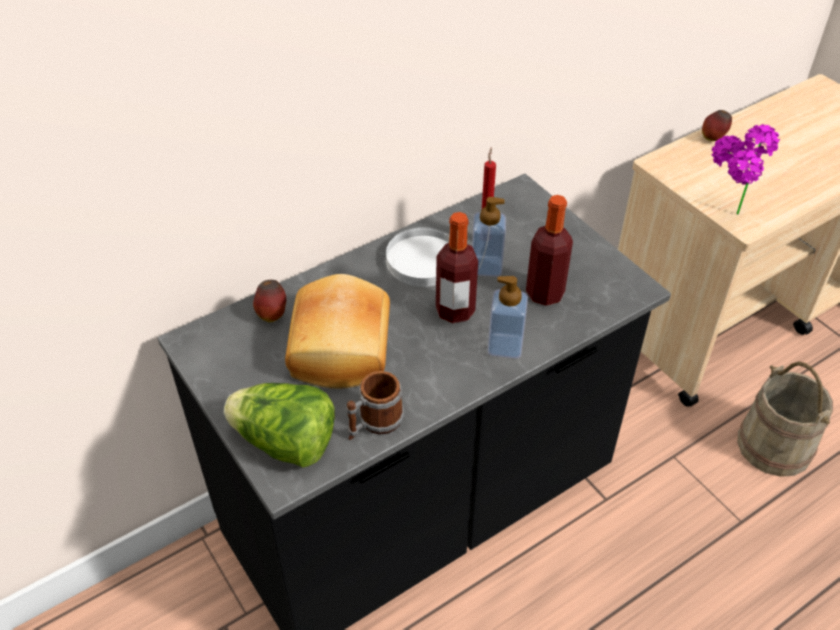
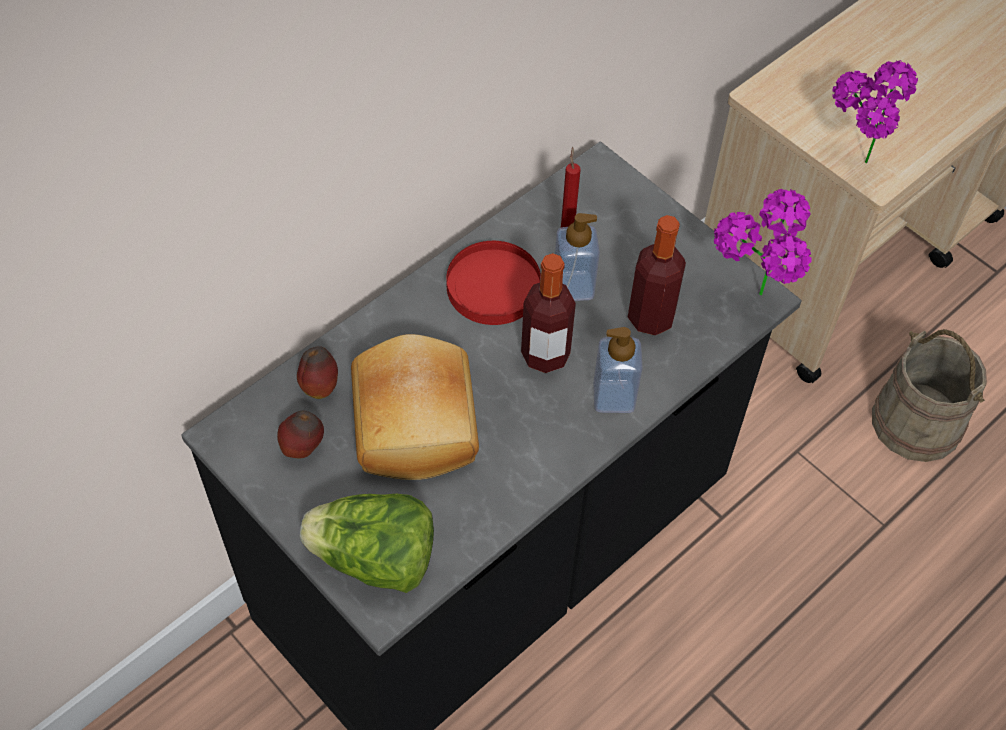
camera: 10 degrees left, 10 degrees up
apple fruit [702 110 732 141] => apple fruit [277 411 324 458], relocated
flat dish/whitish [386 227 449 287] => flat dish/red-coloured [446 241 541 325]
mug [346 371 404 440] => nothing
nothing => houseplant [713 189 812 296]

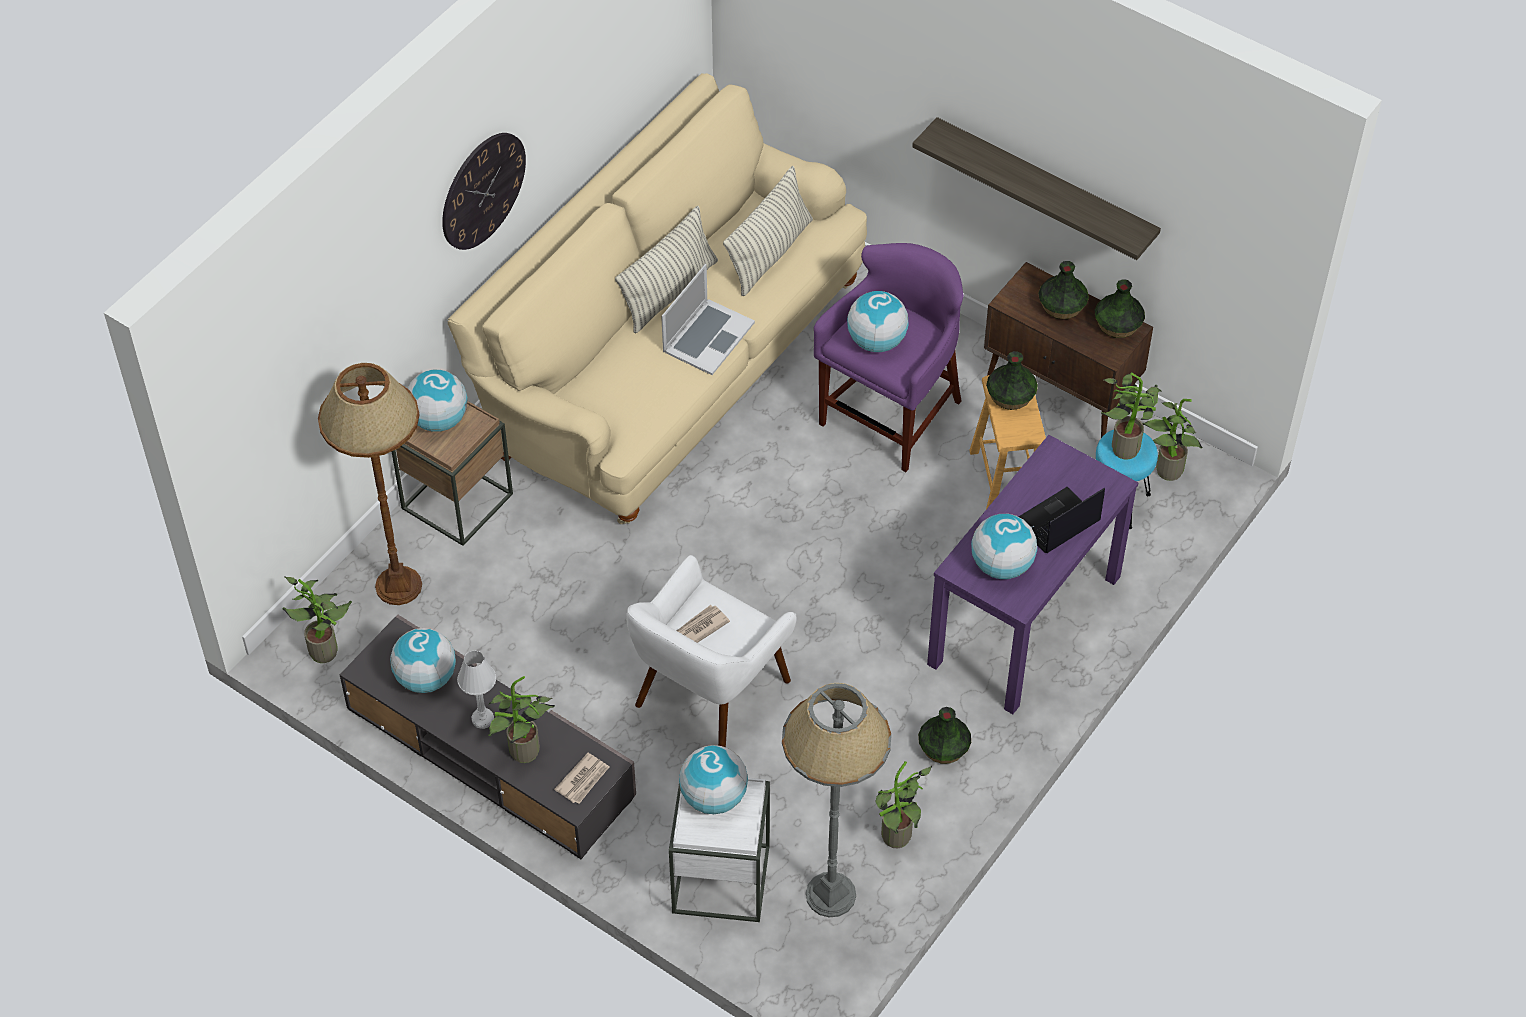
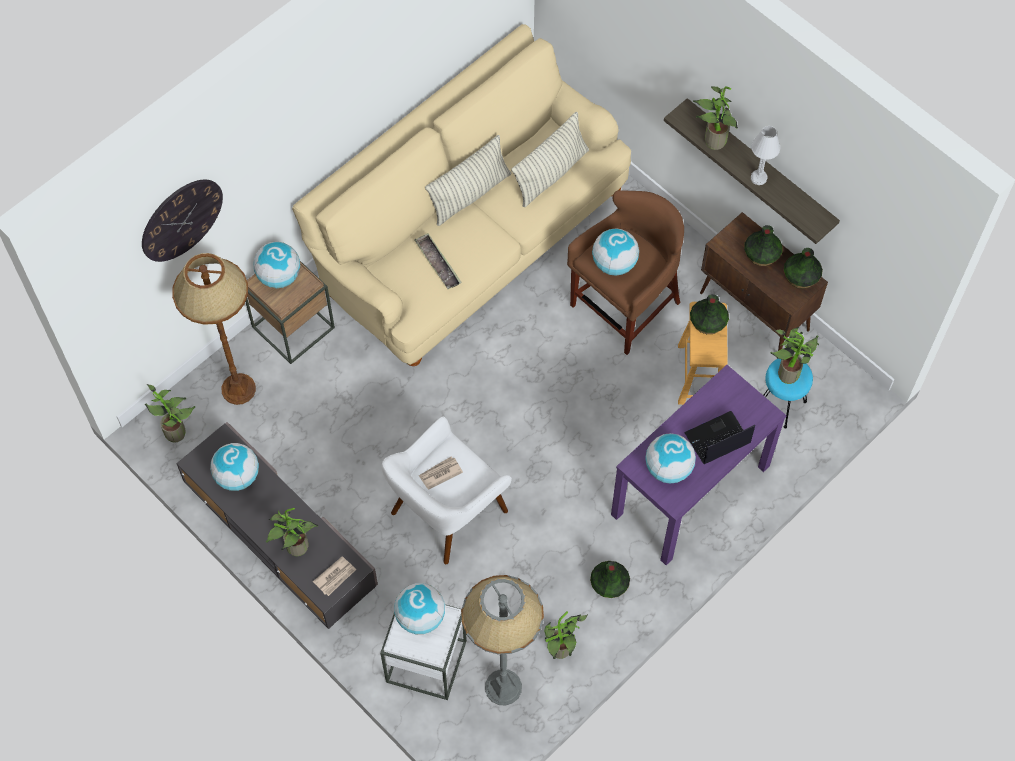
camera: 10 degrees right, 10 degrees up
hanging clock [442 133 526 250] => hanging clock [142 180 223 262], relocated
stool seat/purplish [814 243 964 472] => stool seat/brown-coloured [567 190 684 355]
laptop [661 264 755 375] => nothing
houseplant [1143 399 1203 481] => houseplant [693 86 738 150], relocated
lamp for a table/whitish [457 651 496 729] => lamp for a table/whitish [751 126 780 185], relocated
nothing => tray [414 233 462 289]

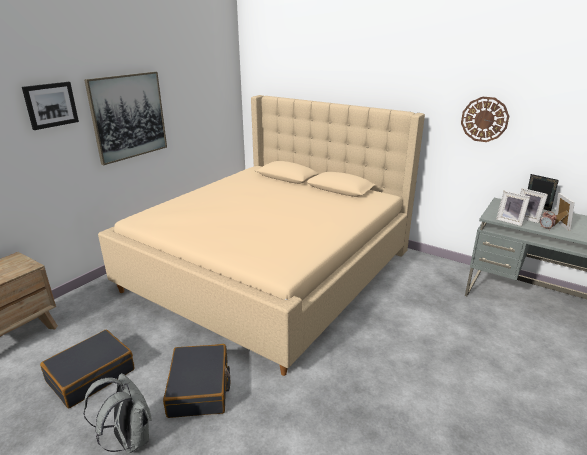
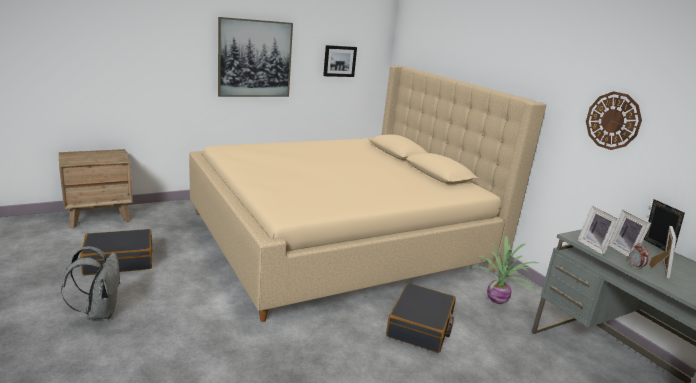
camera: 25 degrees right, 5 degrees down
picture [22 82 79 130] => picture [323 45 357 77], relocated
suitcase/black [163 344 230 418] => suitcase/black [386 283 456 353], relocated
nothing => houseplant [468 236 538 304]

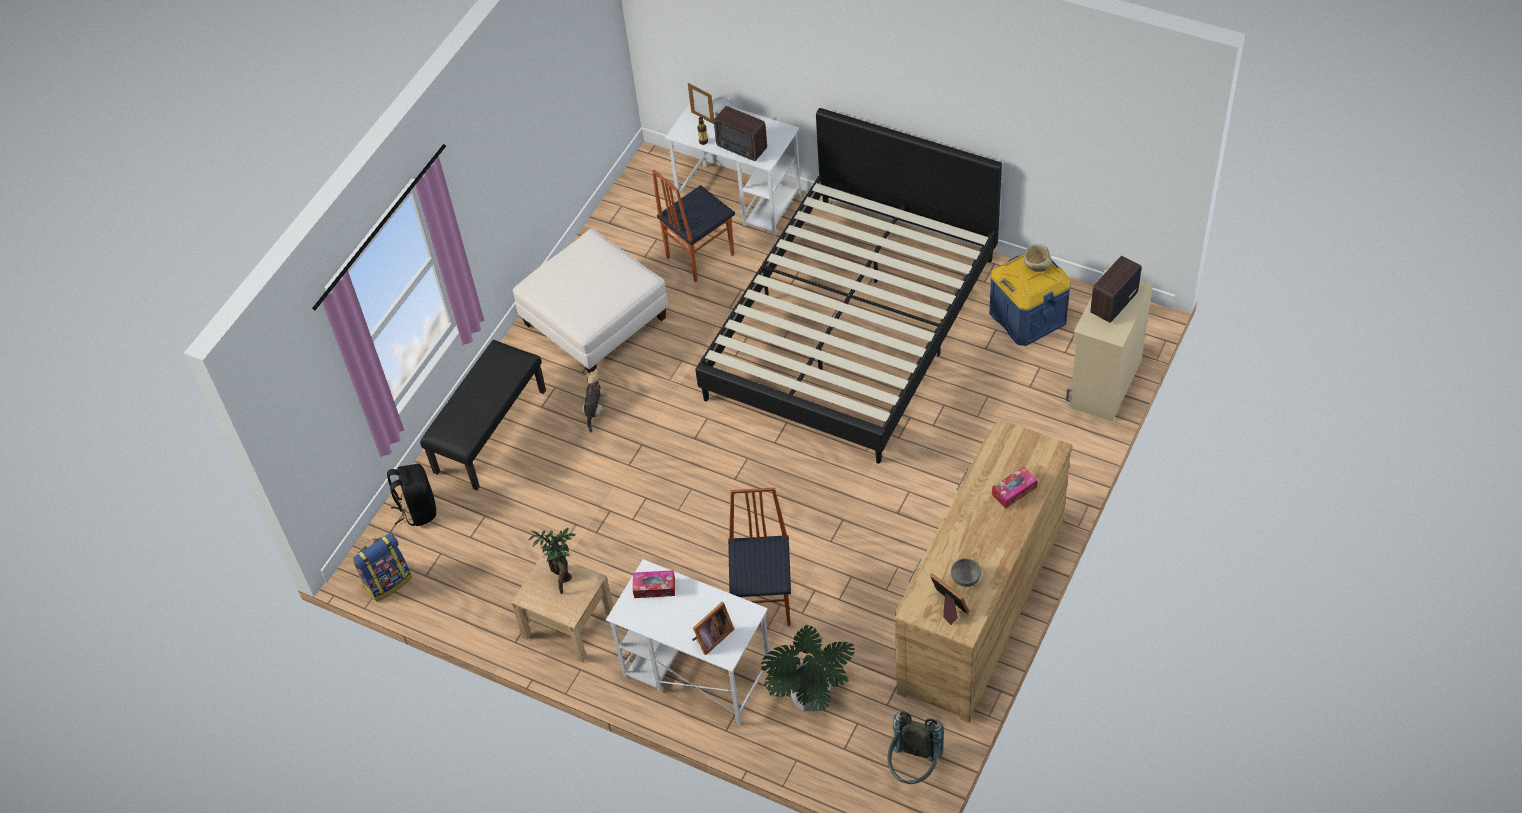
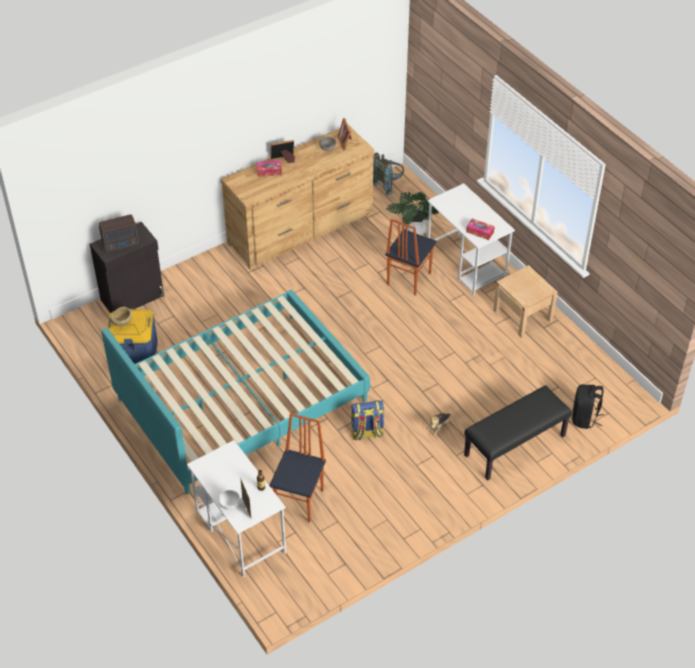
camera: 155 degrees left, 5 degrees down
radio receiver [714 106 767 161] => nothing
sleeping bed/black [696 108 1002 464] => sleeping bed/turquoise-coloured [101 290 370 494]
chair [652 169 735 282] => chair [269 413 326 523], 60 degrees counterclockwise
pouffe/whitish [513 228 668 373] => nothing
cabinet/sand-coloured [1066 270 1153 422] => cabinet/black [90 222 164 313]
houseplant [528 528 575 594] => nothing
rucksack [353 533 412 602] => rucksack [351 400 384 441], relocated
picture frame [692 602 734 655] => picture frame [271 140 295 163], relocated

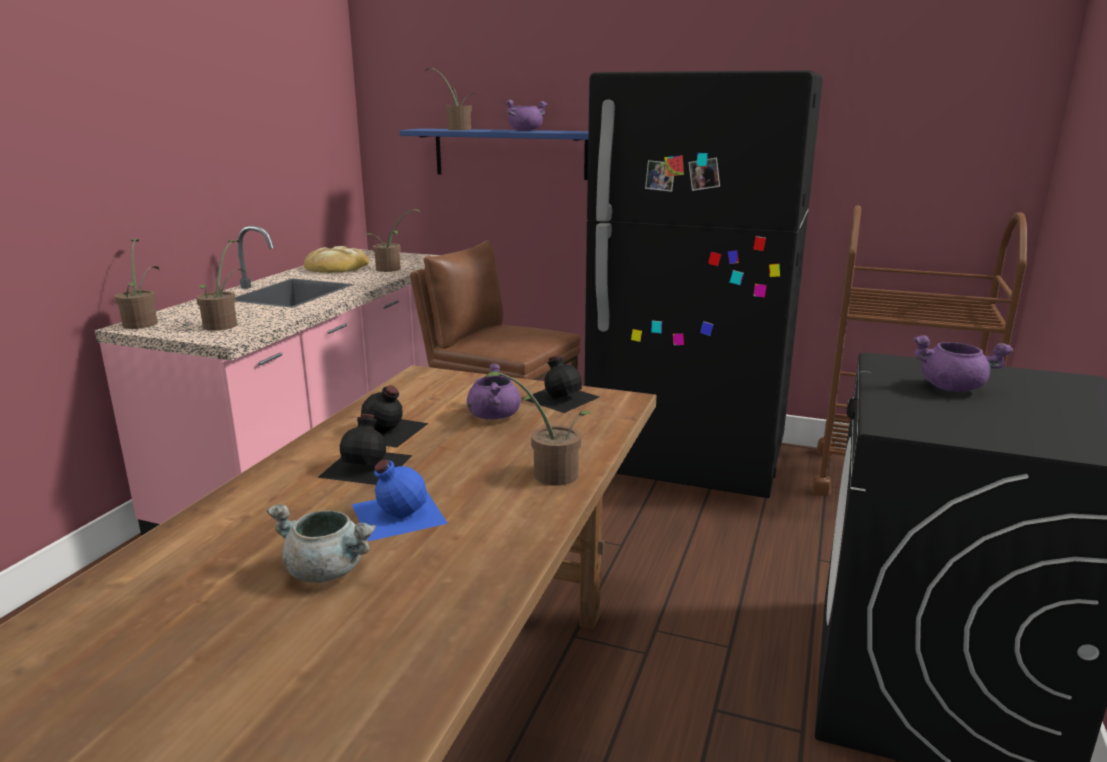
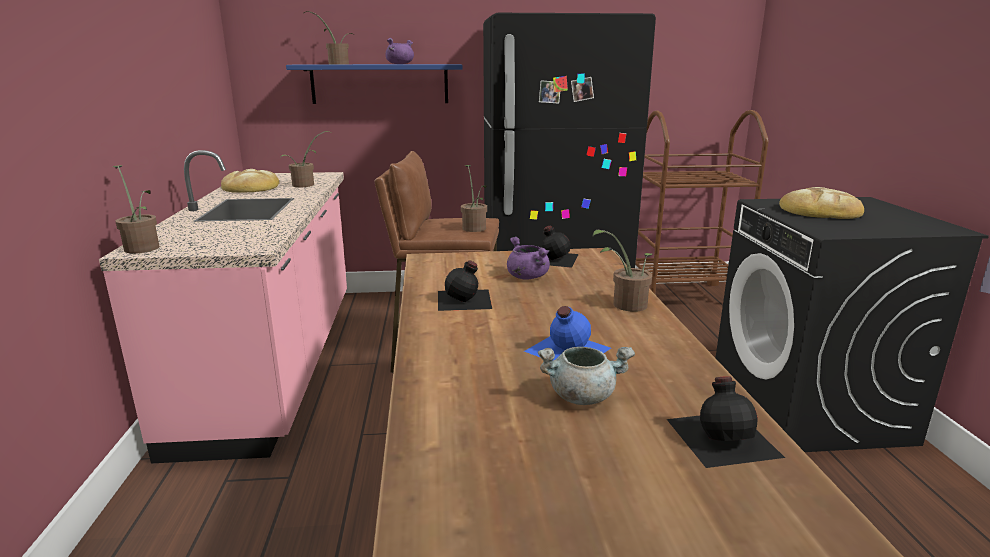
camera: 25 degrees left, 0 degrees up
houseplant [196 240 246 331] => houseplant [461 165 487 232], relocated
stockpot/purplish [913 335 1013 392] => baked bread [779 187 864 219]
beverage bottle/black [317 414 412 485] => beverage bottle/black [667 376 785 468], relocated

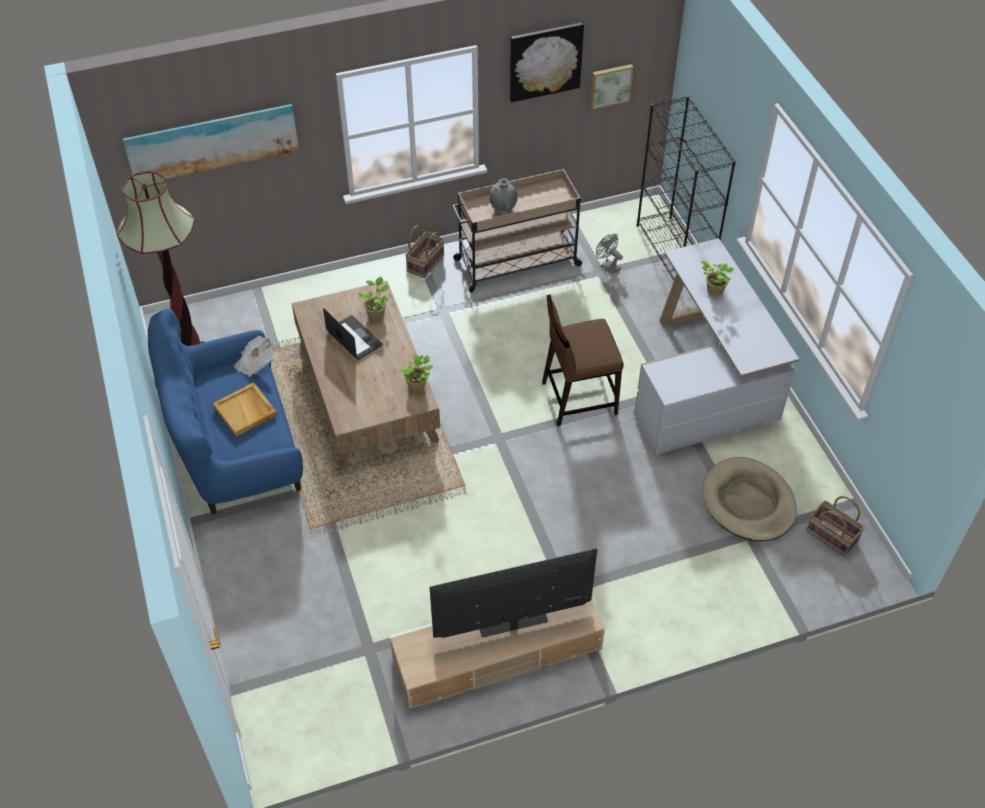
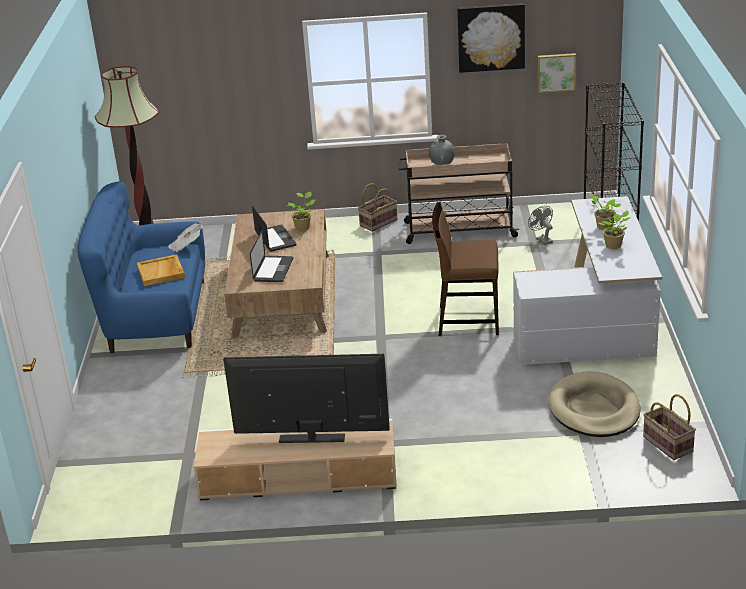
camera: 20 degrees right, 20 degrees down
picture [123 104 299 179] => nothing
houseplant [398 354 433 392] => houseplant [599 211 631 249], relocated
nothing => laptop [250 230 293 282]

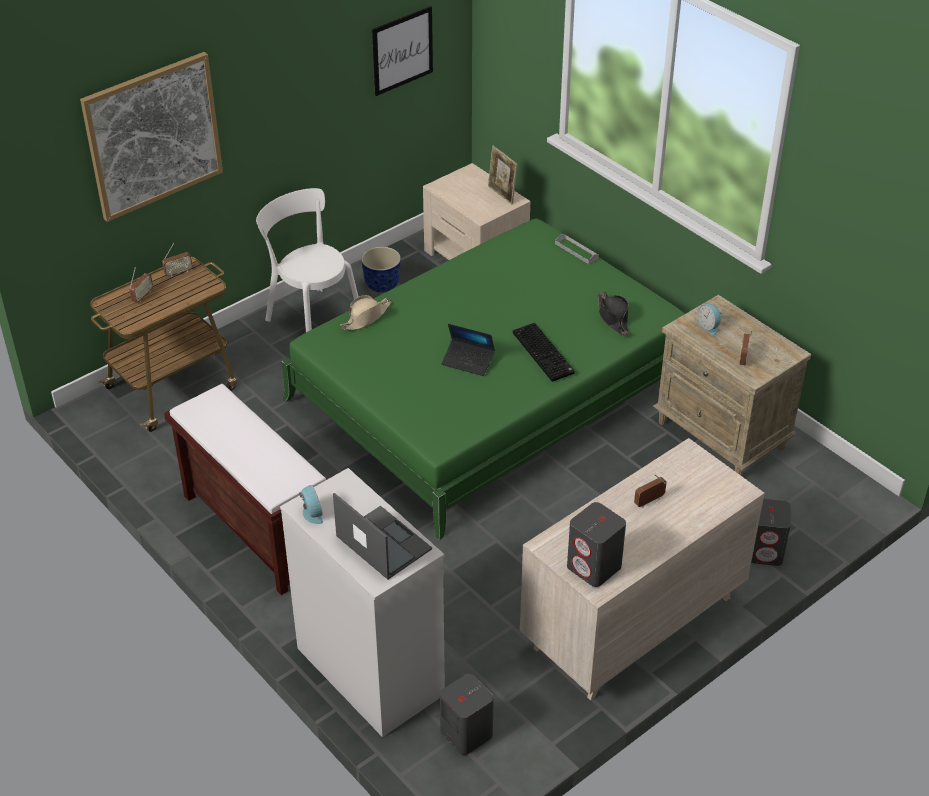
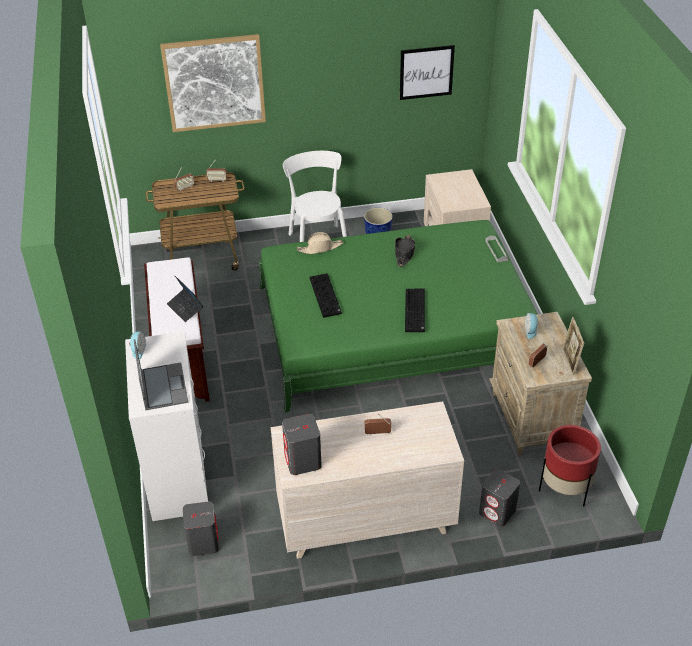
camera: 30 degrees right, 0 degrees up
picture frame [488 146 518 204] => picture frame [562 317 584 375], relocated
hat/black [598 291 629 336] => hat/black [395 235 415 267], relocated
laptop [442 324 495 376] => laptop [167 276 203 322], relocated
nothing => computer keyboard [310 273 342 318]
nothing => plant pot/red-coloured [539 425 601 507]

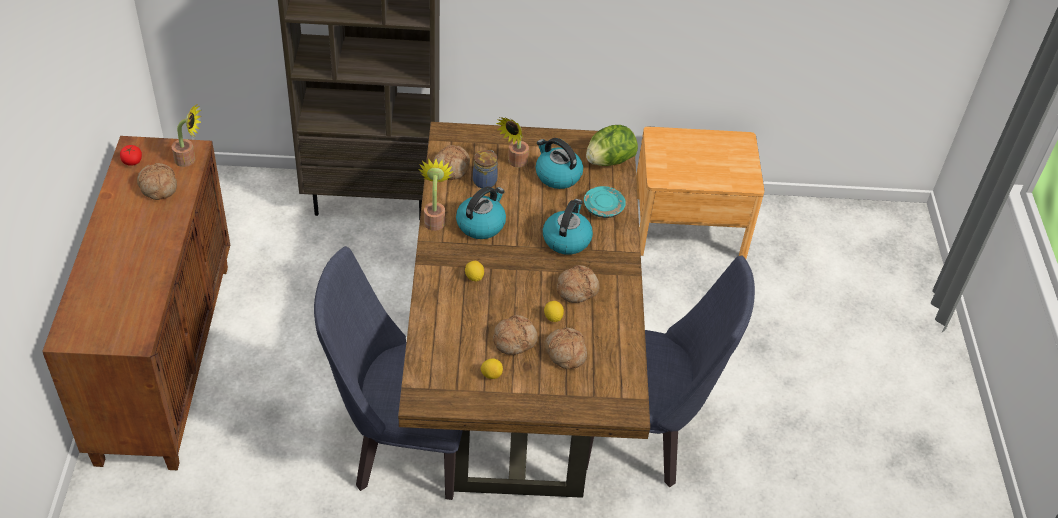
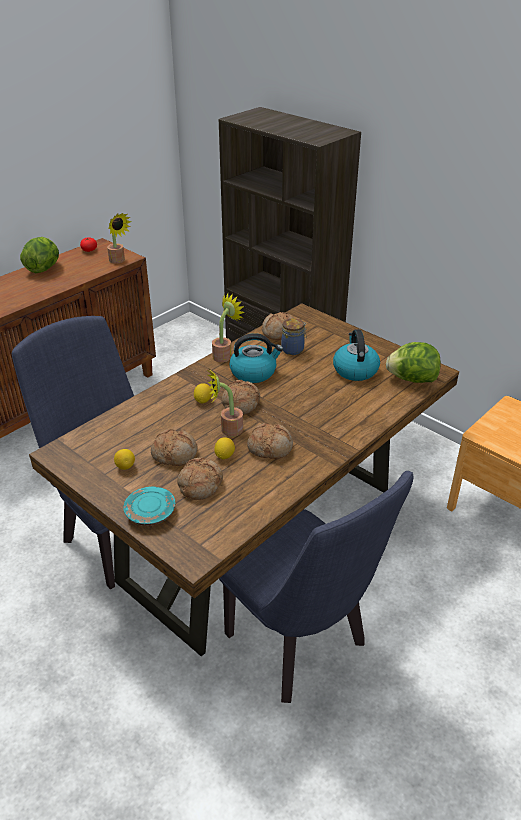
camera: 45 degrees right, 10 degrees down
houseplant [496 117 529 167] => houseplant [207 367 243 436], relocated
baked bread [137 163 177 200] => baked bread [222 380 260 415], relocated
flat dish/turquoise-coloured [584 186 626 218] => flat dish/turquoise-coloured [123 487 175 526], relocated
water kettle [543 199 593 255] => nothing
nothing => lettuce head [20 237 59 273]

